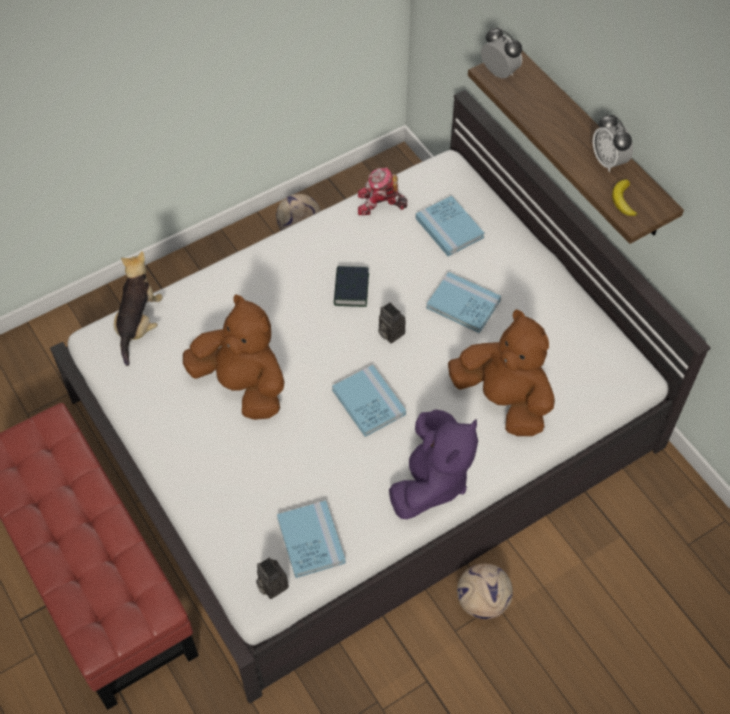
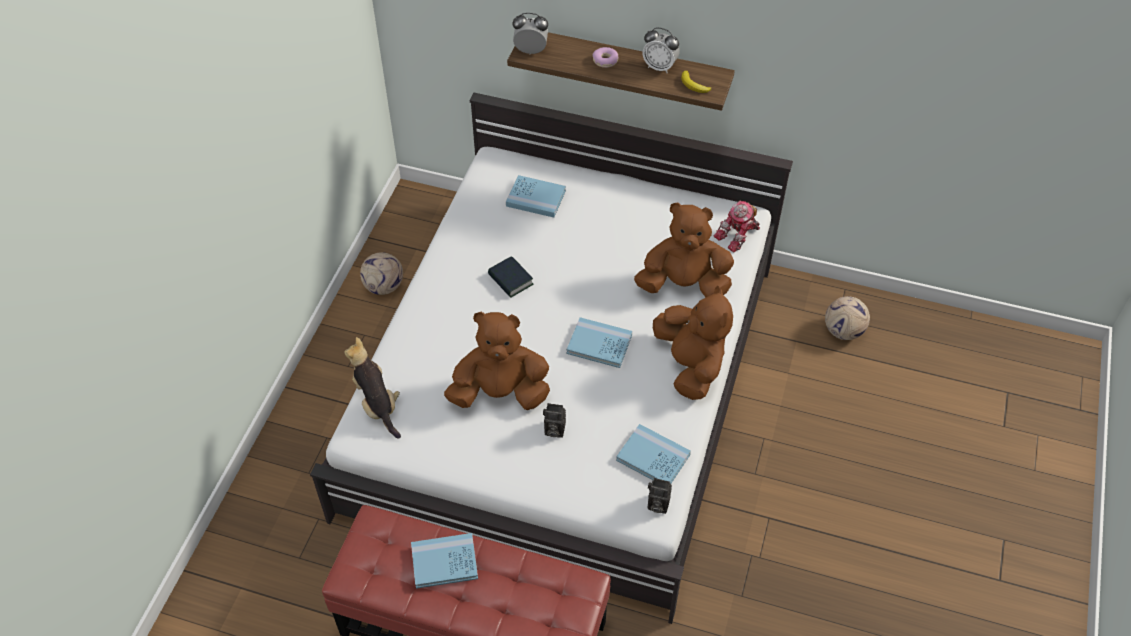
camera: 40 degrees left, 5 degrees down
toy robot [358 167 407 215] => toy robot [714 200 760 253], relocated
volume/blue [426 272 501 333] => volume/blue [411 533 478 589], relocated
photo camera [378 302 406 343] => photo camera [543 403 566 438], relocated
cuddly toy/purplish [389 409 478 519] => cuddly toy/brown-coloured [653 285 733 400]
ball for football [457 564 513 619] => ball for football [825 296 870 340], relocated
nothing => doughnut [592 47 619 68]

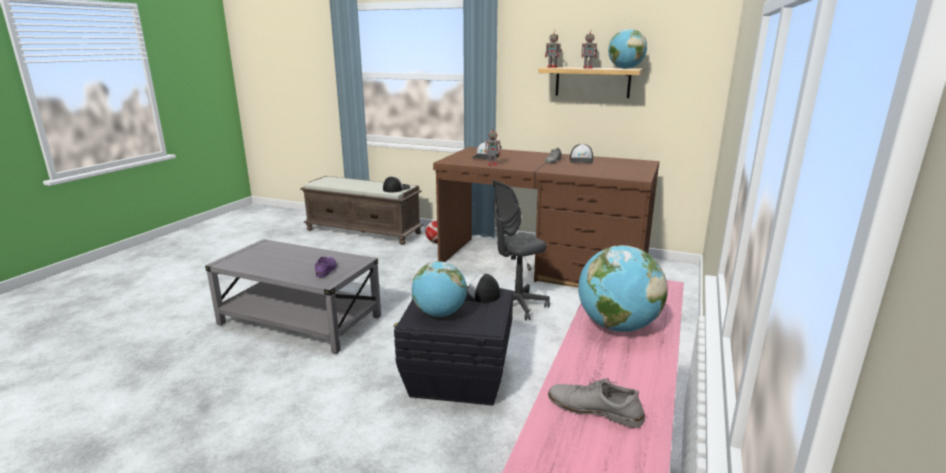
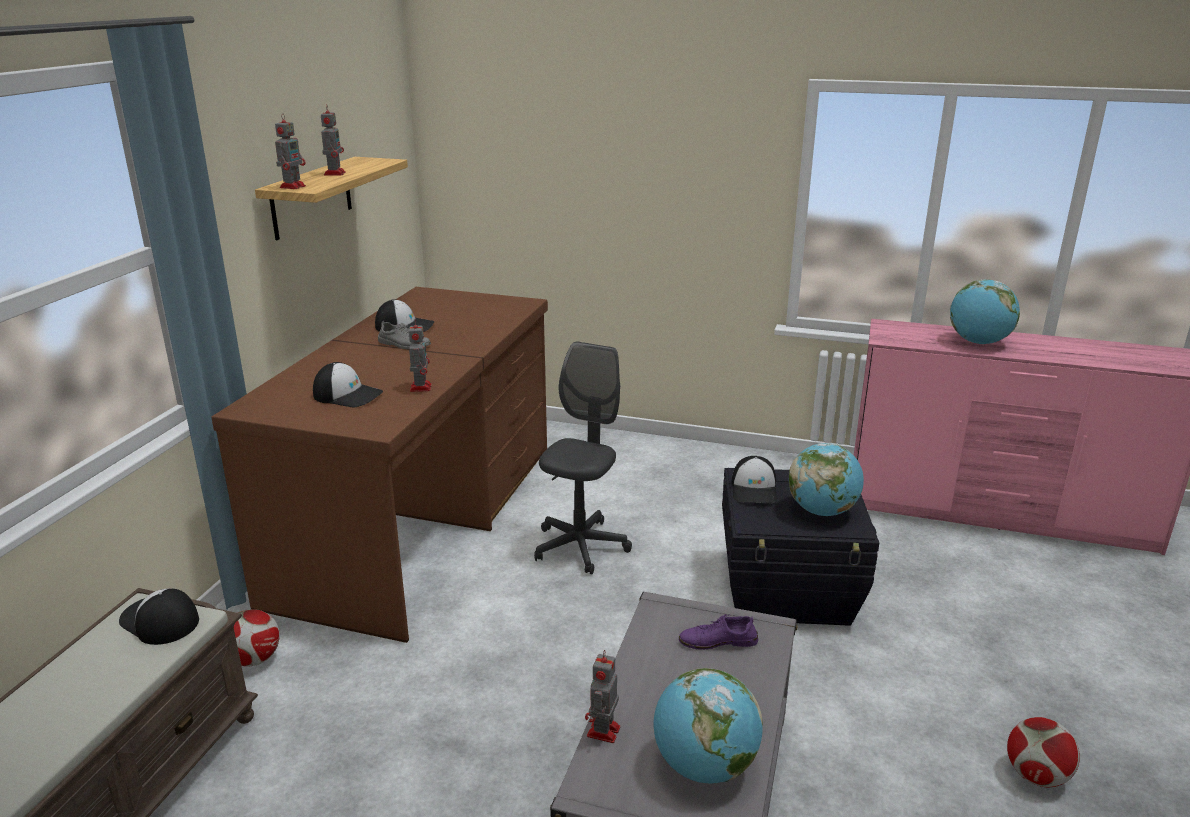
camera: 95 degrees left, 5 degrees up
desk globe [608 29 647 69] => desk globe [654 668 763 783], relocated
computer chair/greyish [492 180 550 321] => computer chair/greyish [534 342 632 574], 120 degrees counterclockwise
low shoe/greyish [548 378 645 428] => nothing
nothing => toy robot [585 650 620 743]
nothing => ball for football [1007 717 1080 787]

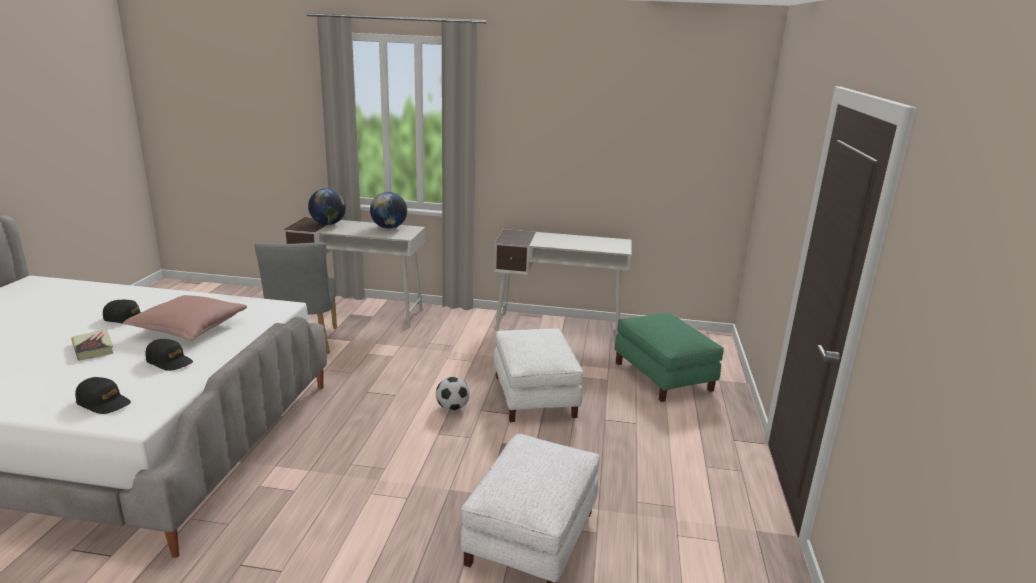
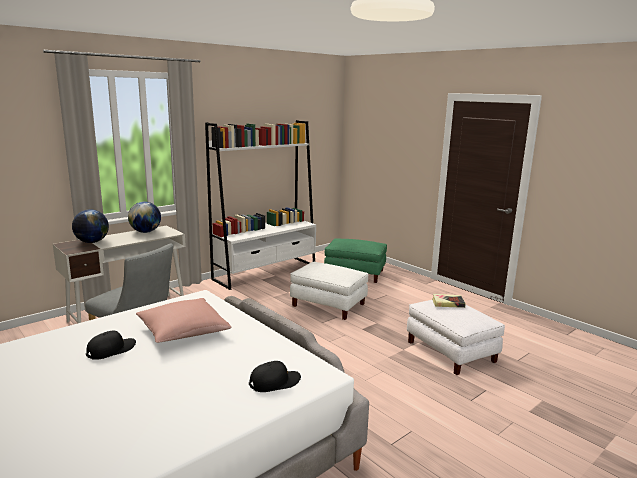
camera: 50 degrees left, 5 degrees down
desk/whitish [493 229 631 335] => bookcase/whitish [205 120 316 290]
volume [72 329 113 361] => volume [432 294 466 308], relocated
peaked cap/black [145 339 193 371] => nothing
ball for football [436 377 470 411] => nothing

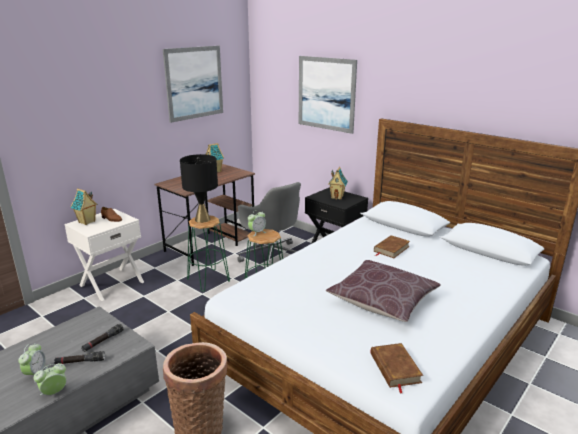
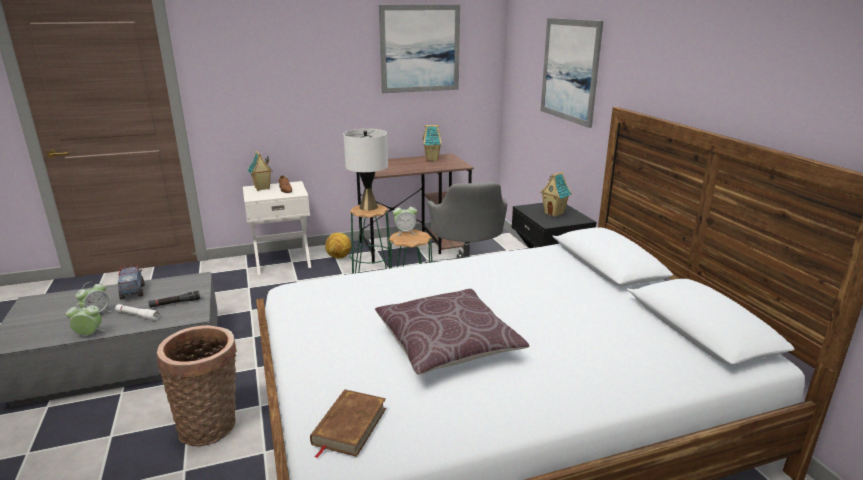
camera: 30 degrees right, 0 degrees up
lamp for a table/black [180 154 218 223] => lamp for a table/whitish [344 129 388 211]
volume/brown-coloured [374 235 410 258] => nothing
flashlight/black [54 351 105 365] => flashlight/whitish [115 304 160 320]
nothing => ball for football [325 233 351 258]
nothing => toy truck [118 264 145 299]

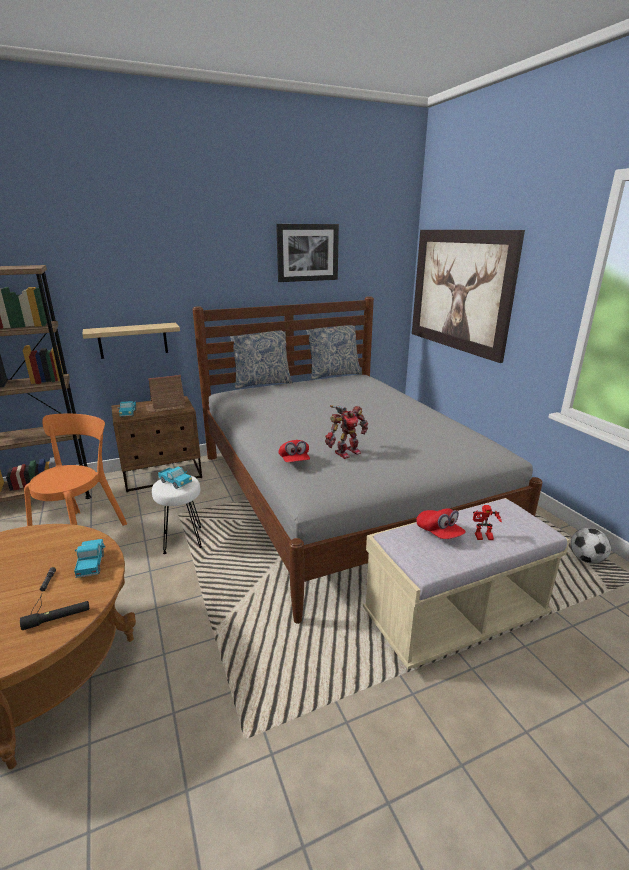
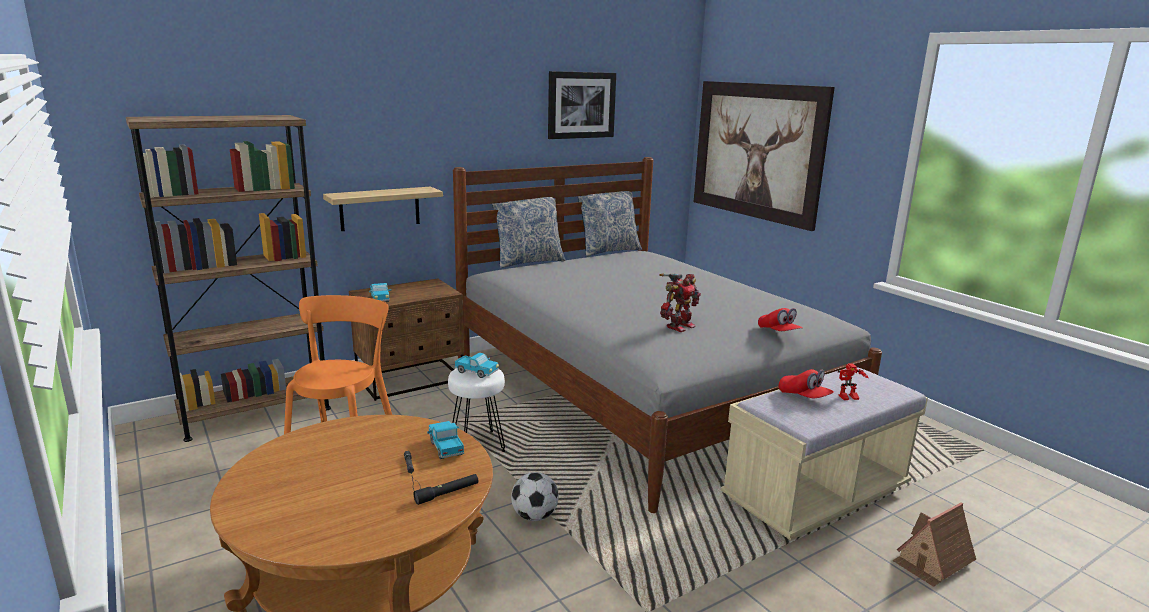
camera: 10 degrees left, 5 degrees down
model house [146 375 185 413] => model house [892 502 976 587], relocated
peaked cap/red-coloured [279 440 310 462] => peaked cap/red-coloured [758 308 803 331], relocated
ball for football [570 528 611 564] => ball for football [511 472 559 521], relocated

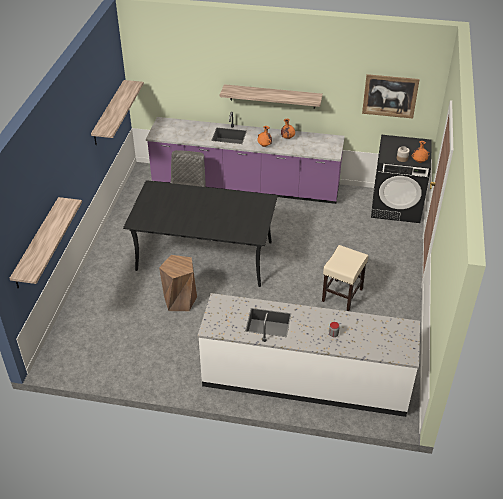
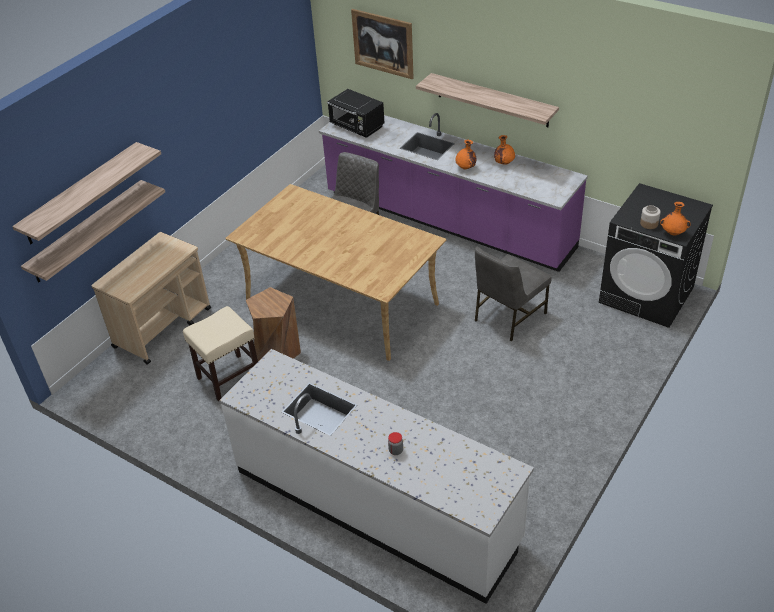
camera: 25 degrees right, 0 degrees up
picture [362 74 420 119] => picture [351 9 413 79], relocated
wall shelf [91 80 144 145] => wall shelf [12 142 161 244], relocated
dining table/black [123 180 278 287] => dining table/sand-coloured [225 184 446 361]
stool seat/sand-coloured [322 245 368 311] => stool seat/sand-coloured [183 306 258 401], relocated
nothing => microwave oven/black [327 89 384 138]
nothing => trolley/sand-coloured [91 232 211 365]
nothing => chair/greyish [475 247 552 341]

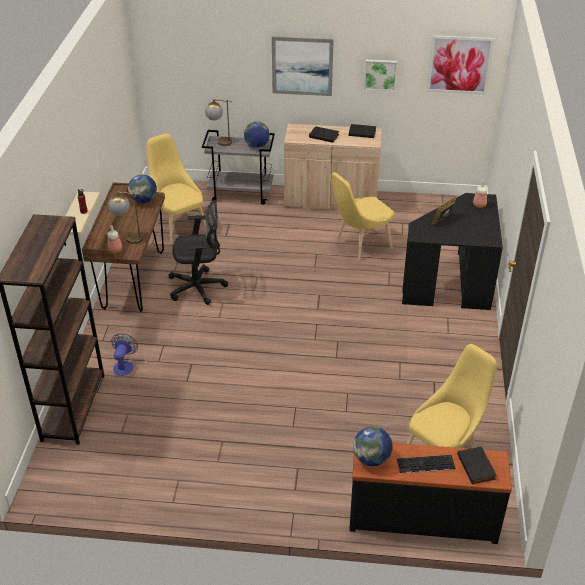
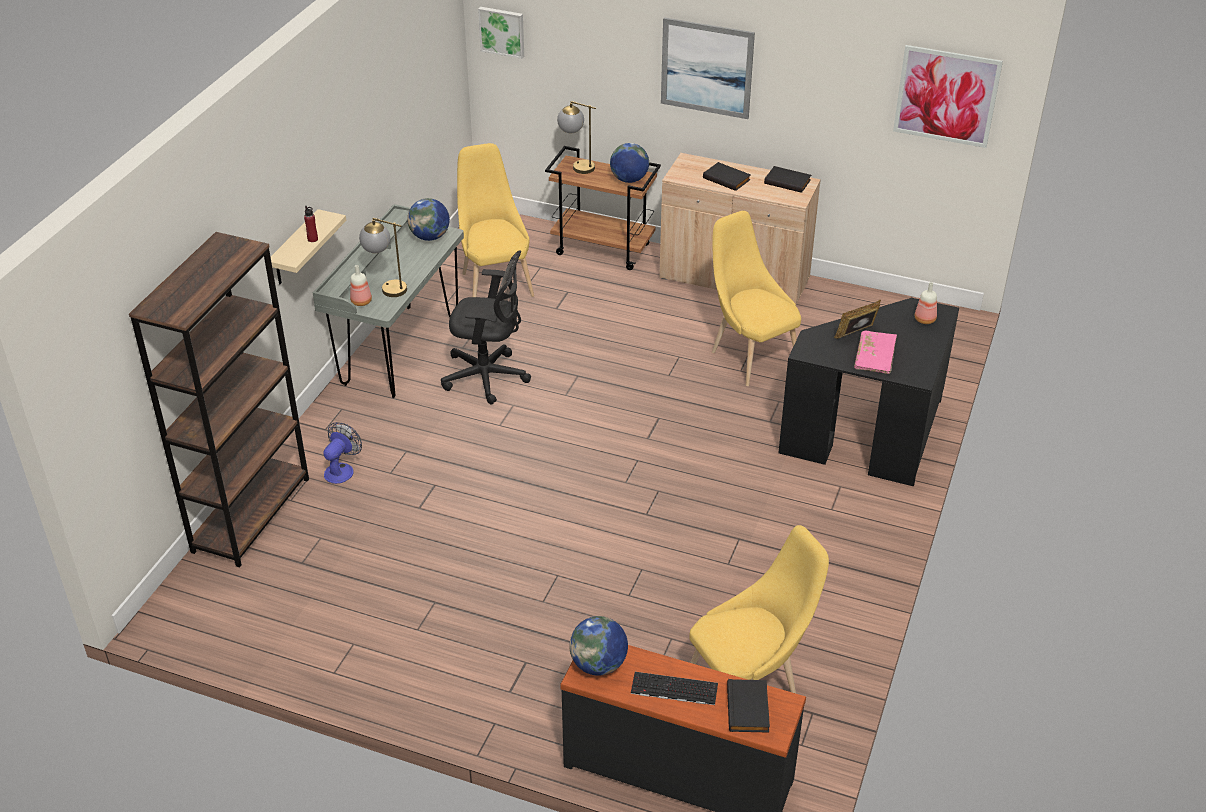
camera: 15 degrees right, 0 degrees up
picture [364 60 397 91] => picture [478 7 524 59], relocated
trolley/greyish [202 130 275 205] => trolley/brown-coloured [545 146 661 270]
chair/yellow-coloured [331 172 394 261] => chair/yellow-coloured [712 211 801 386], 75 degrees clockwise
desk/brown-coloured [82 182 165 312] => desk/greyish [313 204 464 398]
nothing => volume/pink-coloured [854 330 897 374]

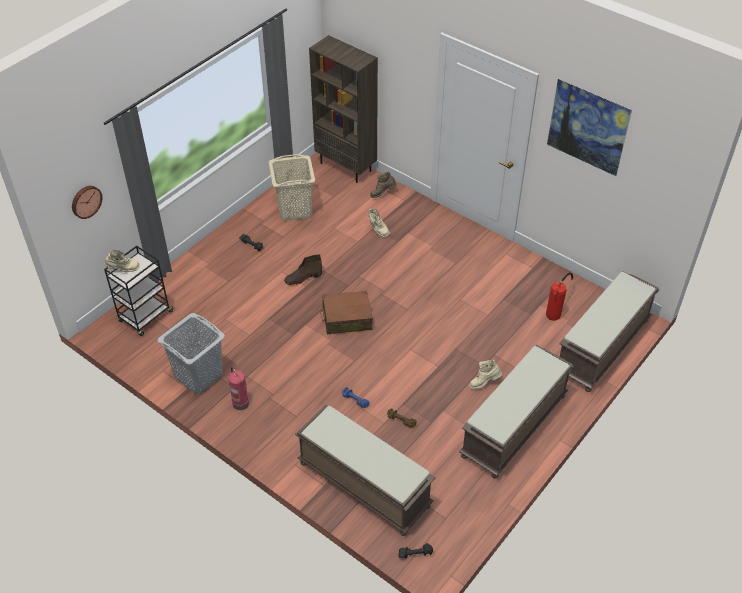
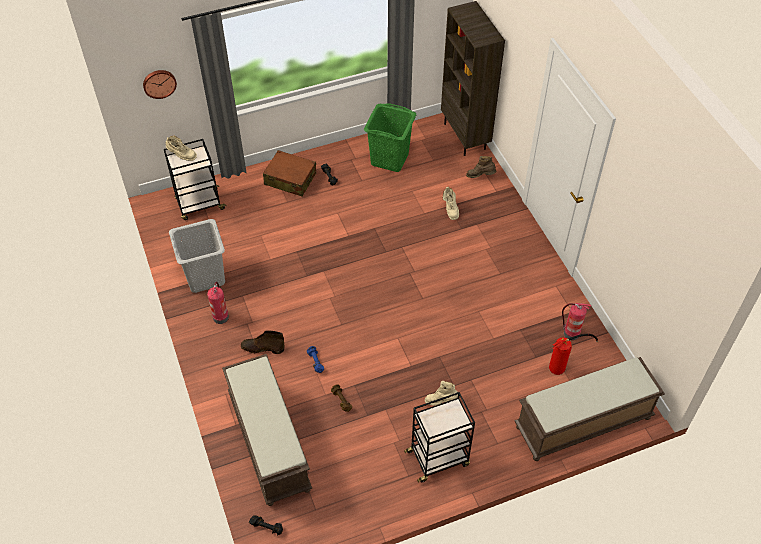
camera: 30 degrees right, 5 degrees up
picture [547 79 632 176] => nothing
washing basket/sand-coloured [269 154 315 221] => washing basket/green [364 103 416 172]
boot/brown-coloured [284 254 322 285] => boot/brown-coloured [241 330 285 354], relocated
suitcase/brown-coloured [320 291 373 334] => suitcase/brown-coloured [263 150 316 197], relocated
indoor bench/brown-coloured [459 345 574 479] => trolley/black [404 392 475 483]
nothing => extinguisher [562 303 591 340]

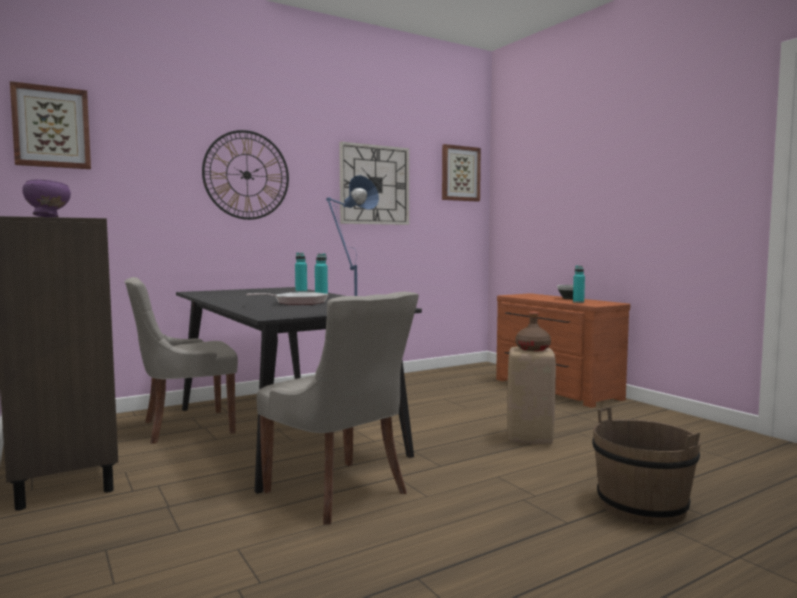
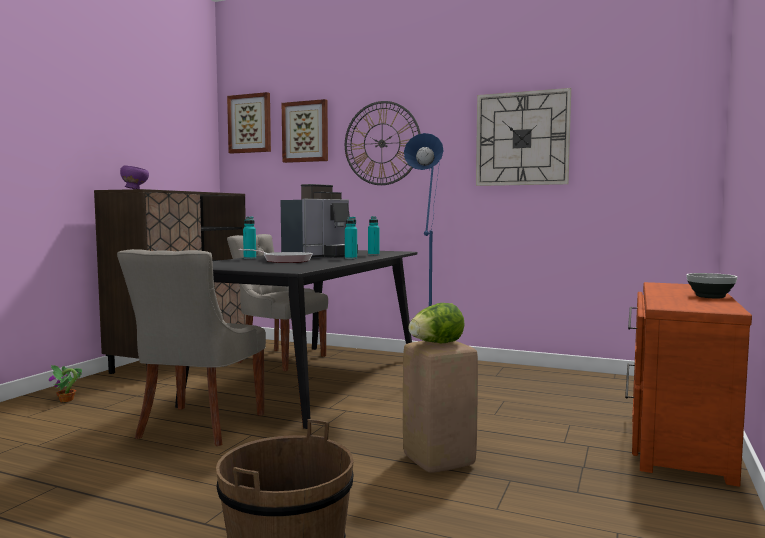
camera: 55 degrees right, 0 degrees up
picture [442 144 481 202] => picture [282 99 328 163], relocated
beverage bottle/turquoise-coloured [573 265 585 303] => beverage bottle/turquoise-coloured [243 217 256 259], relocated
beverage bottle/brown-coloured [516 312 551 351] => lettuce head [408 303 465 343]
nothing => coffee brewer [281 184 358 258]
nothing => houseplant [49 365 82 402]

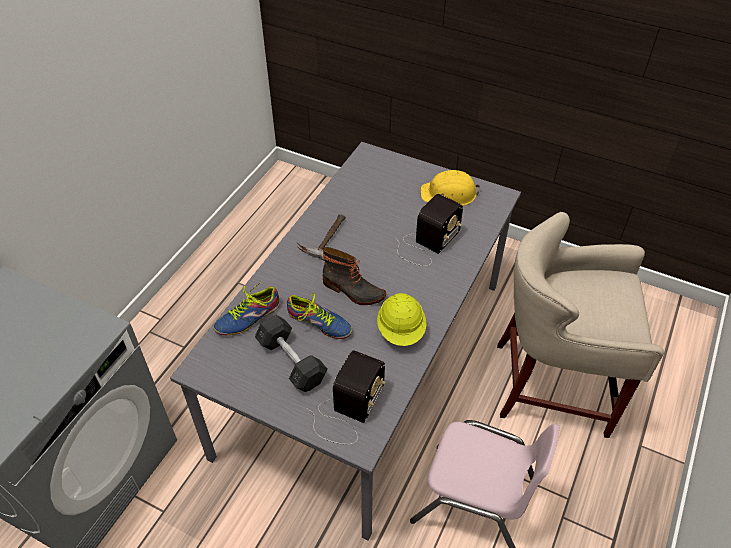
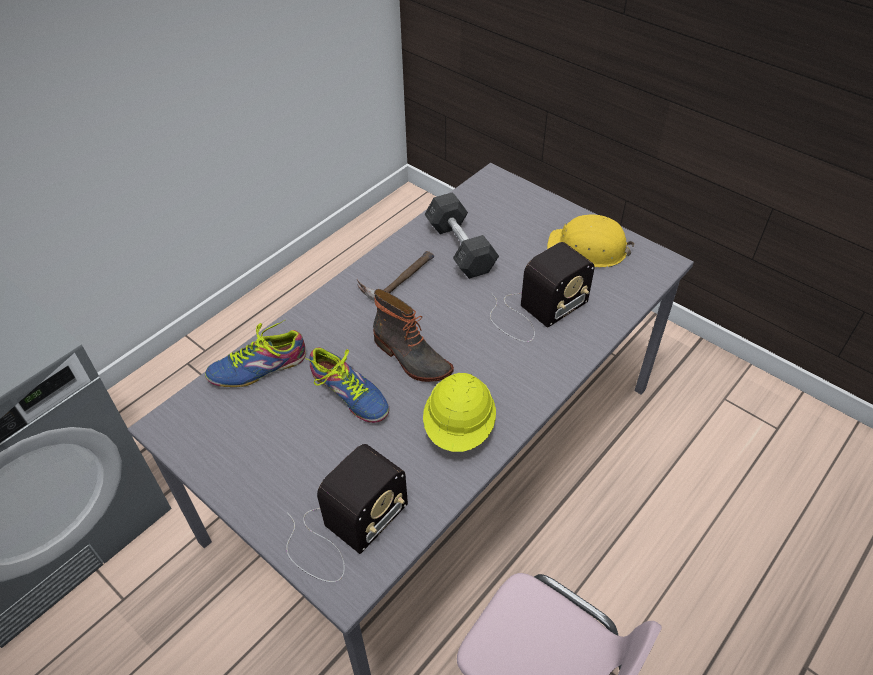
camera: 15 degrees right, 0 degrees up
stool seat/sand-coloured [497 212 664 438] => nothing
free weight/greyish [255 315 327 392] => free weight/greyish [425 192 499 279], relocated

